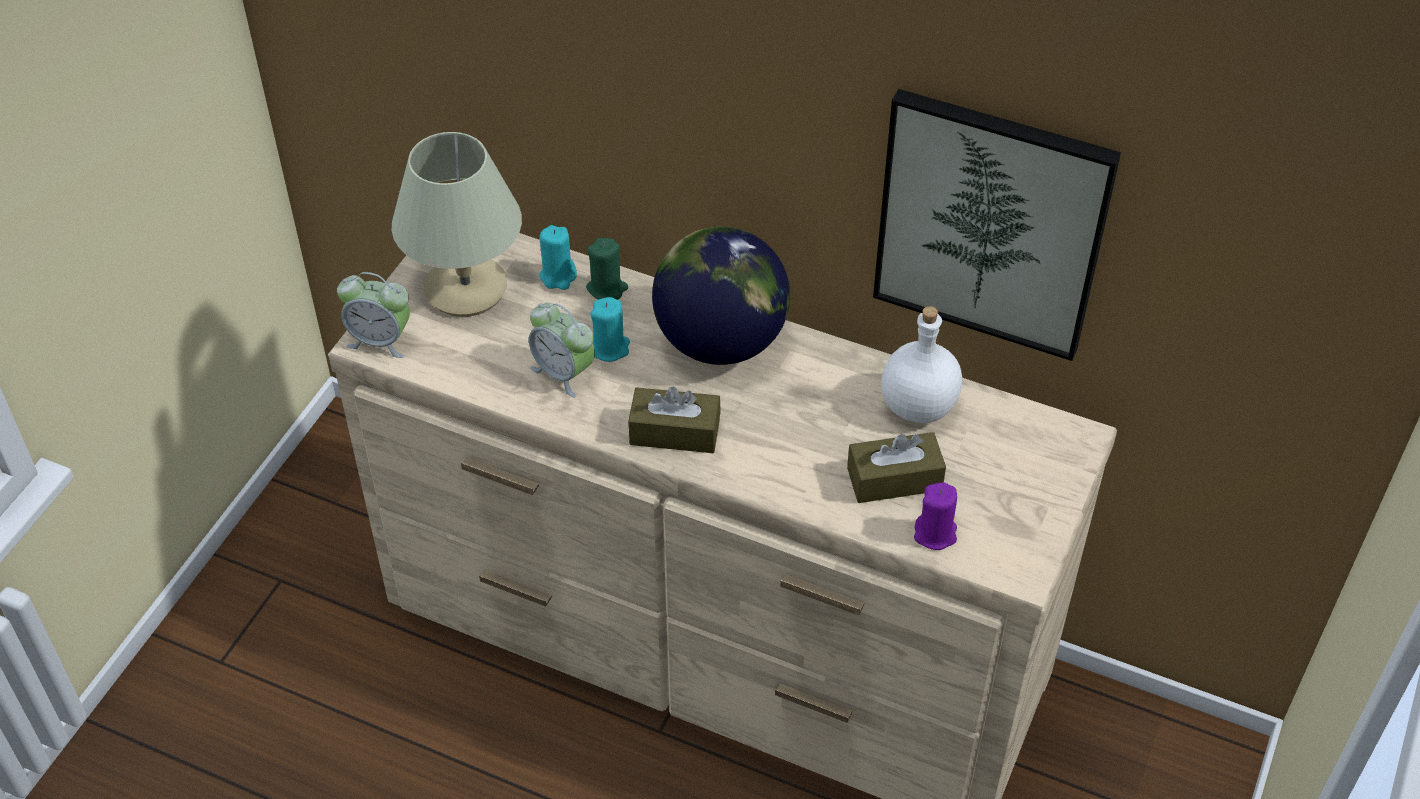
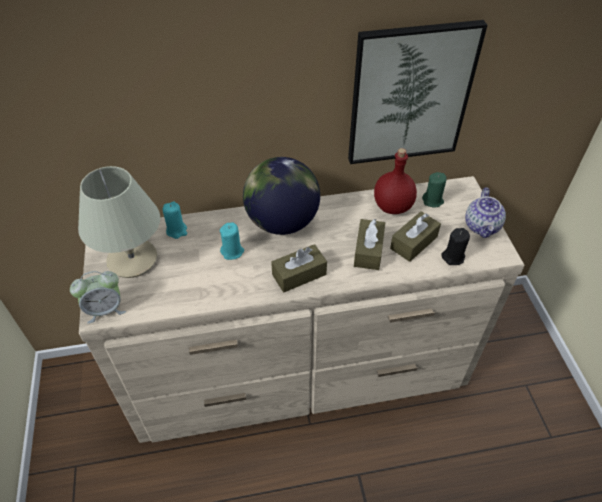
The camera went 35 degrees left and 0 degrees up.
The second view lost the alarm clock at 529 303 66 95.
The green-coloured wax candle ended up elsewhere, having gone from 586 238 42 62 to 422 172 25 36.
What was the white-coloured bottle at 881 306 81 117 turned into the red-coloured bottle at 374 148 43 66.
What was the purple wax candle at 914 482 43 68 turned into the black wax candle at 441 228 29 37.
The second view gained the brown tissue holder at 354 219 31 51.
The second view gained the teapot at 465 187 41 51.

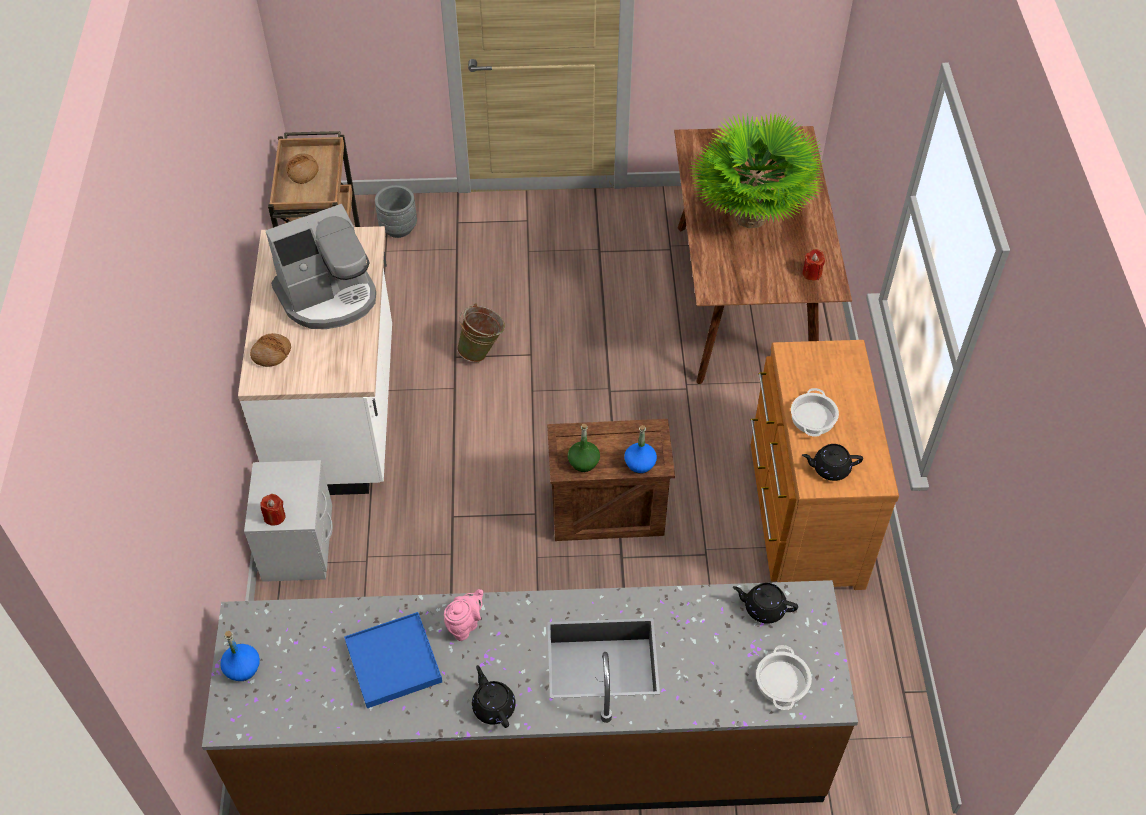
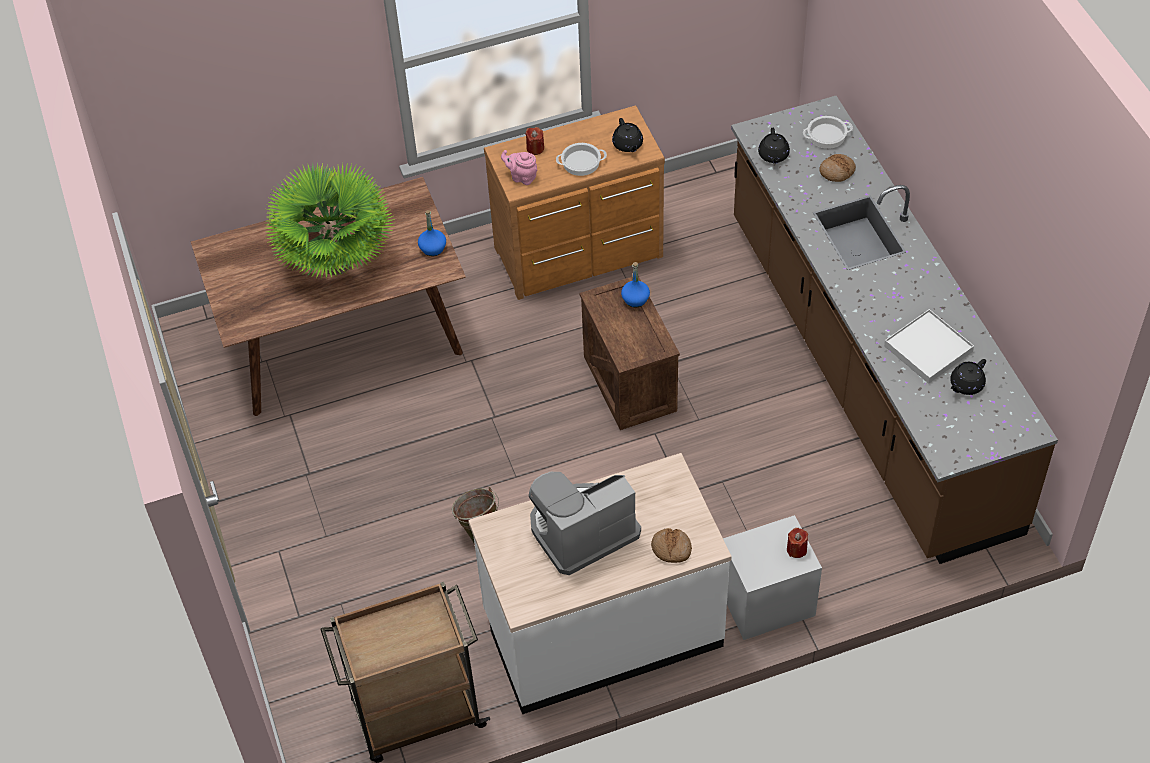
The camera went 105 degrees left and 0 degrees up.
The bluish bottle ended up elsewhere, having gone from 220 631 40 50 to 418 210 28 46.
The coffee maker at 265 204 111 125 ended up facing another way, 75 degrees counterclockwise from before.
The bread ended up elsewhere, having gone from 286 153 33 31 to 819 154 37 28.
What was the bluish serving tray at 344 612 98 96 turned into the white-coloured serving tray at 884 309 90 75.
The second view lost the greyish planter at 375 185 42 53.
The pink-coloured teapot ended up elsewhere, having gone from 444 589 39 52 to 501 150 37 35.
The black teapot ended up elsewhere, having gone from 472 665 44 63 to 950 359 36 36.
The second view lost the green-coloured bottle at 568 424 32 48.
The red-coloured wax candle ended up elsewhere, having gone from 803 249 22 32 to 525 127 19 28.

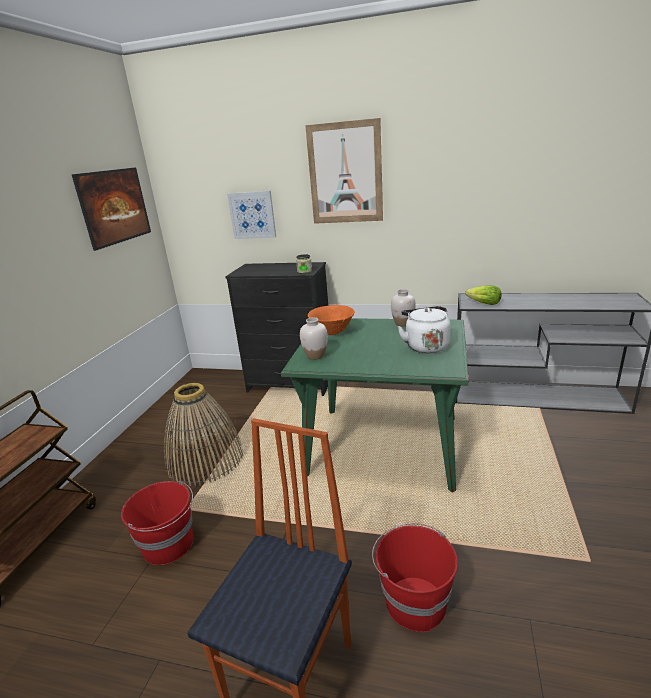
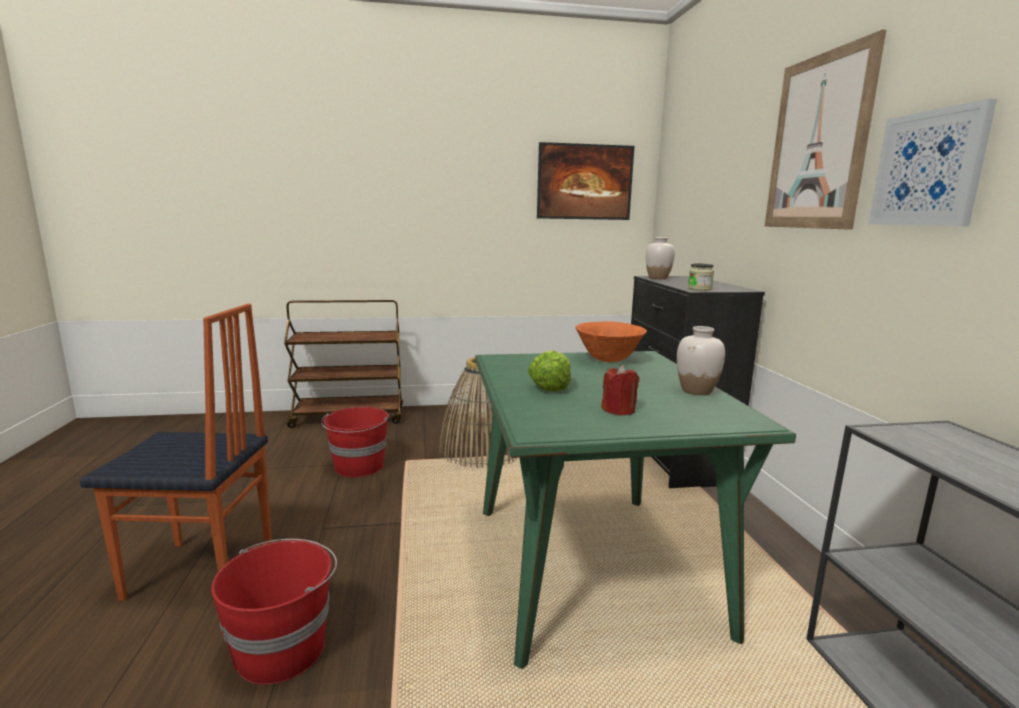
The camera went 65 degrees right and 10 degrees down.
The wall art ended up elsewhere, having gone from 227 191 49 48 to 869 99 128 127.
The white-coloured flower vase ended up elsewhere, having gone from 300 317 28 43 to 646 237 29 42.
Where the white-coloured kettle stood at 397 306 53 47, the red-coloured wax candle came to stand at 601 365 38 51.
The lettuce head ended up elsewhere, having gone from 465 285 37 20 to 528 351 43 41.

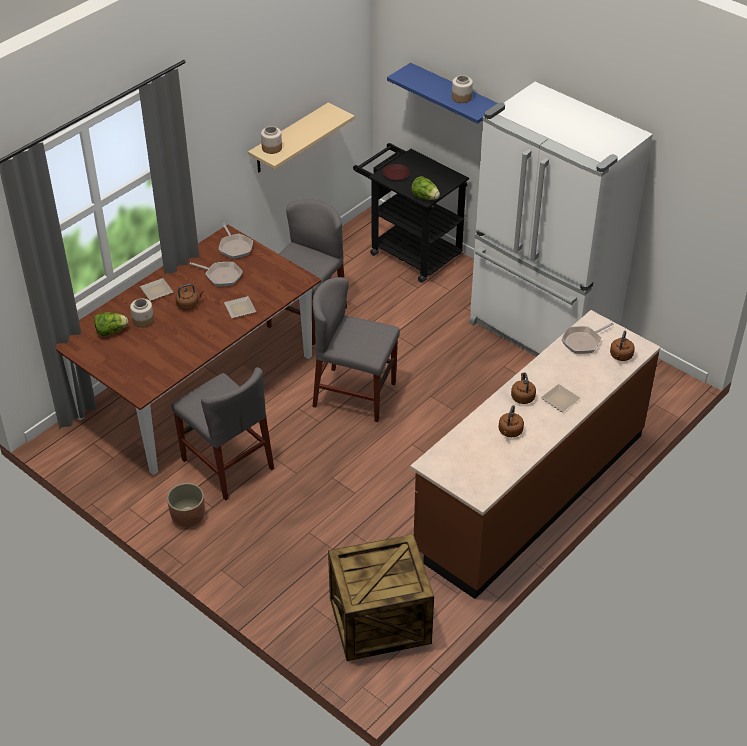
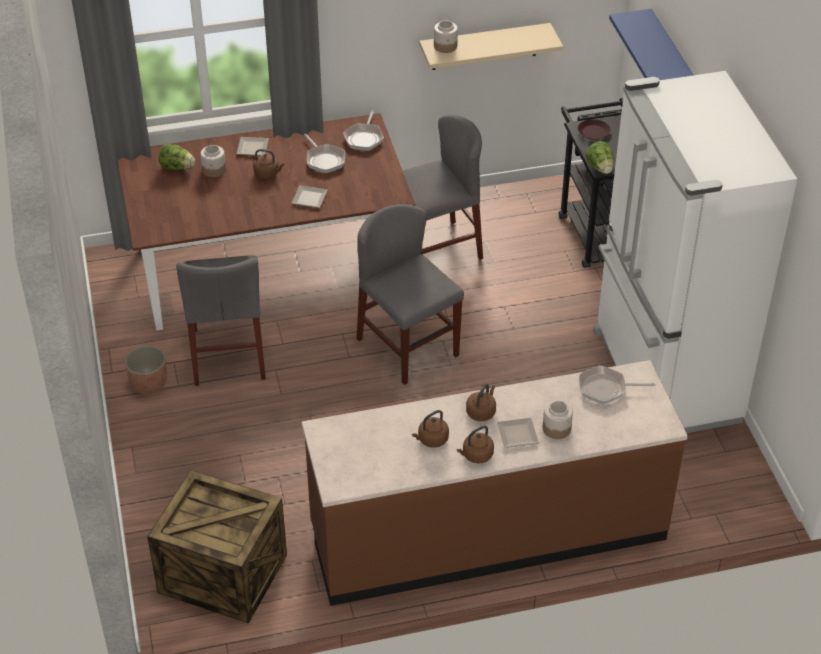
The camera went 35 degrees right and 0 degrees up.
The storage jar ended up elsewhere, having gone from 452 75 21 28 to 543 400 30 39.
The brown kettle ended up elsewhere, having gone from 610 330 25 31 to 457 426 37 37.

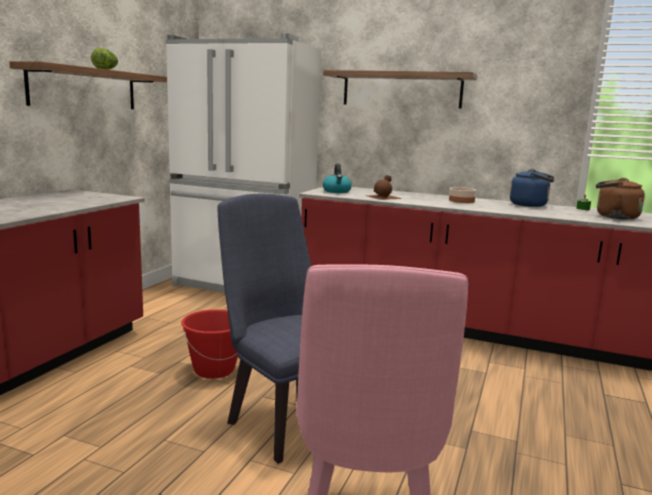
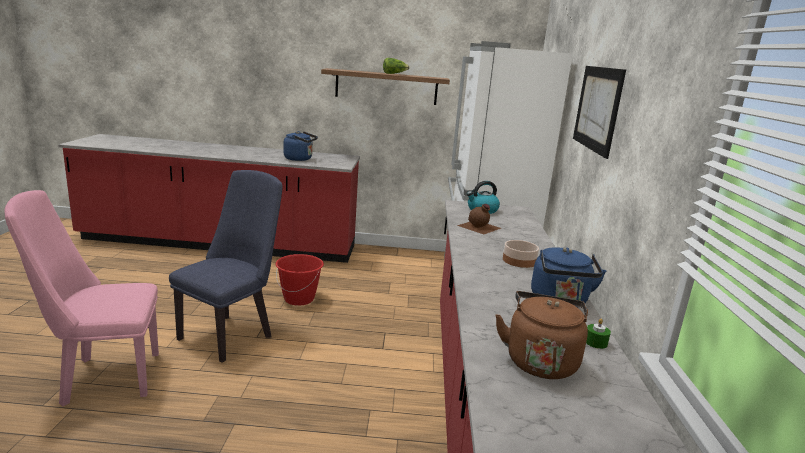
The camera went 70 degrees right and 5 degrees up.
Where the bracket shelf hung at 323 70 154 39, the wall art came to hang at 573 66 53 93.
The second view gained the bluish kettle at 283 131 35 30.

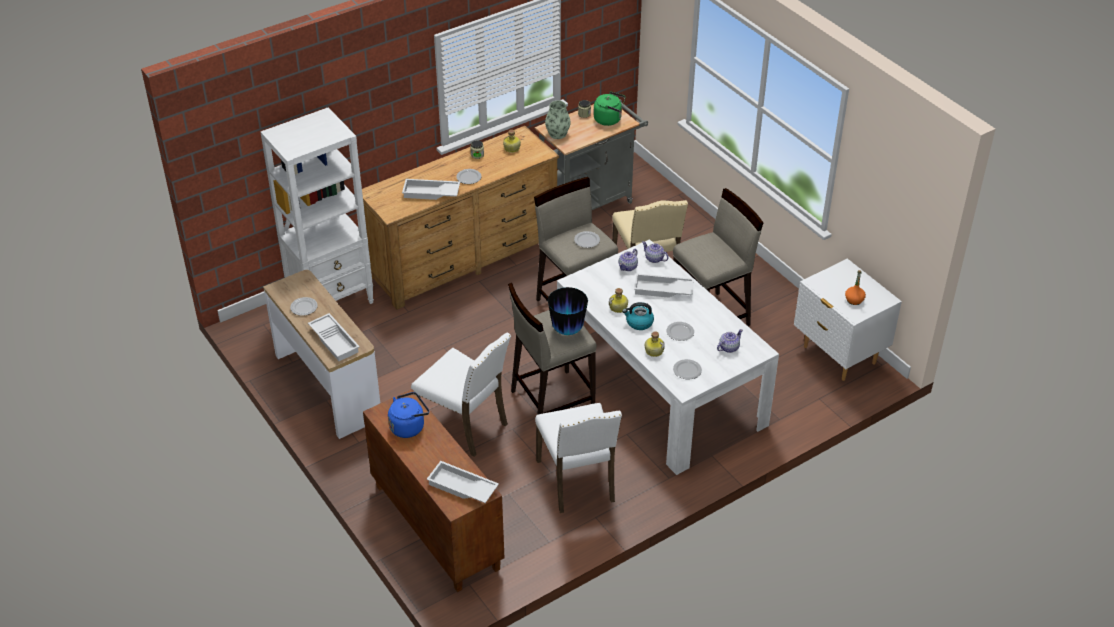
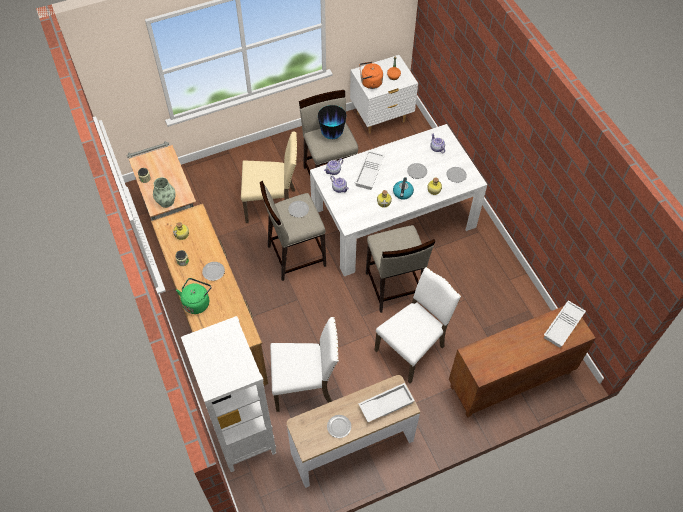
The camera went 80 degrees left and 15 degrees up.
The second view lost the bluish kettle at 388 392 41 46.
The second view lost the white-coloured serving tray at 402 179 58 21.
The white-coloured plain chair ended up elsewhere, having gone from 535 403 87 110 to 270 317 69 95.
The flower vase ended up elsewhere, having gone from 548 287 40 48 to 318 105 28 34.
The green-coloured kettle ended up elsewhere, having gone from 594 92 31 34 to 176 278 35 36.
The second view gained the orangey kettle at 359 62 24 27.

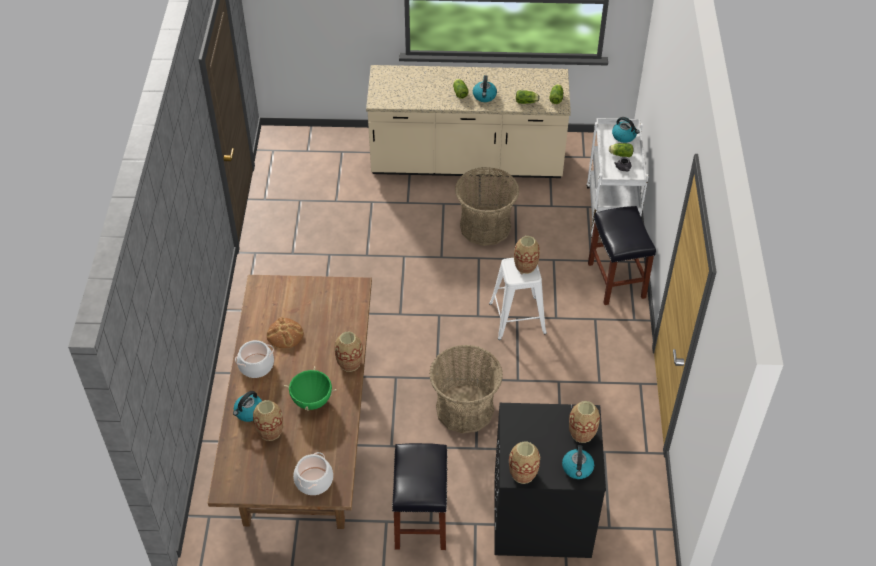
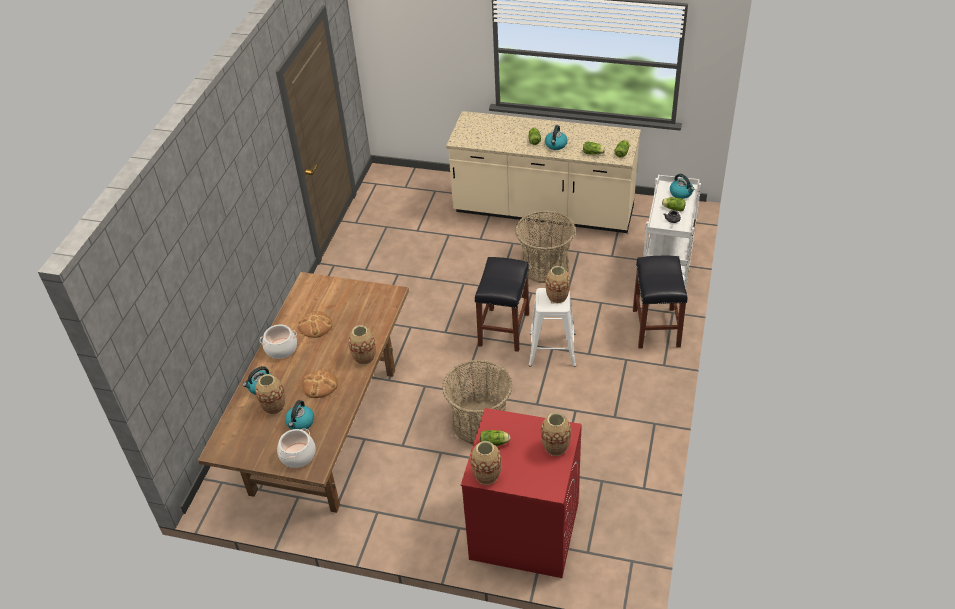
The camera went 15 degrees right and 5 degrees down.
Where the green-coloured cooking pot stood at 284 366 53 45, the bread came to stand at 302 369 36 29.
The black stool seat ended up elsewhere, having gone from 392 443 56 107 to 475 257 54 95.
What was the black laundry appliance at 495 403 111 155 turned into the red-coloured laundry appliance at 461 408 121 170.
The kettle ended up elsewhere, having gone from 562 445 32 34 to 285 400 29 30.
The second view gained the lettuce head at 480 430 30 16.

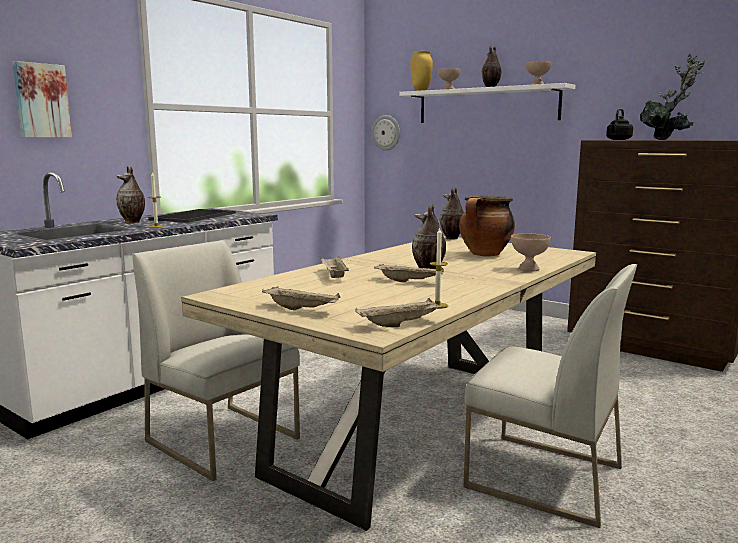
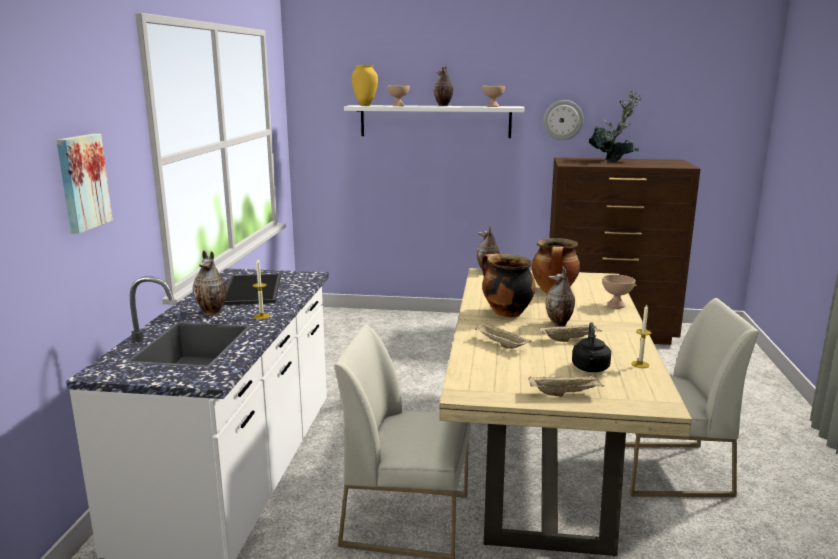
The camera went 30 degrees left and 5 degrees up.
The second view lost the beige-coloured serving tray at 355 298 92 29.
The wall clock ended up elsewhere, having gone from 372 115 28 36 to 543 100 41 40.
The black kettle ended up elsewhere, having gone from 606 109 27 31 to 572 322 39 50.
The second view gained the cooking pot at 482 254 54 63.

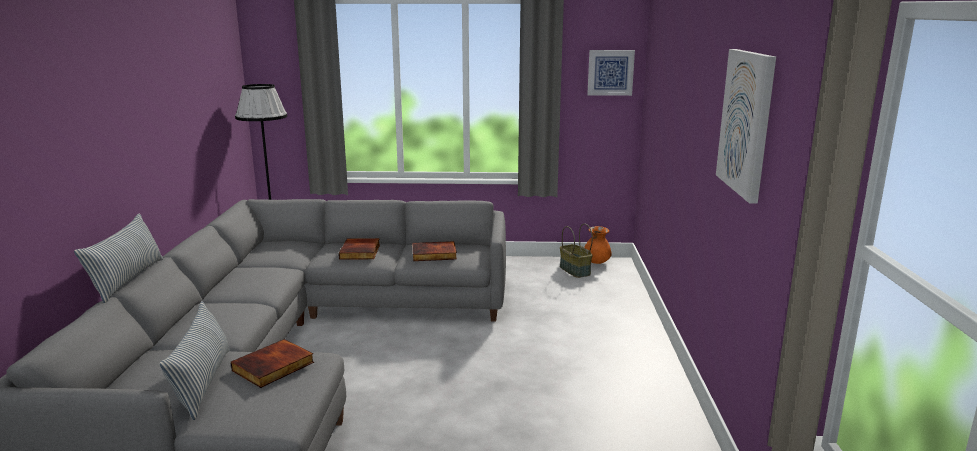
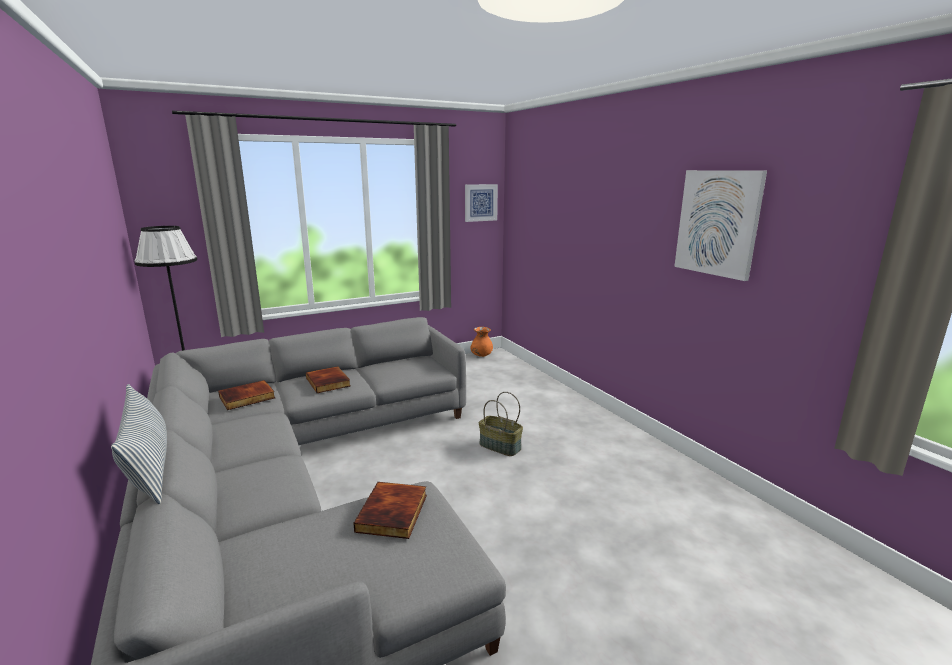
The camera went 30 degrees left and 0 degrees up.
The second view lost the throw pillow at 159 301 71 119.
The volume ended up elsewhere, having gone from 412 241 45 20 to 218 380 57 30.
The household basket ended up elsewhere, having gone from 560 223 33 55 to 479 392 44 64.

